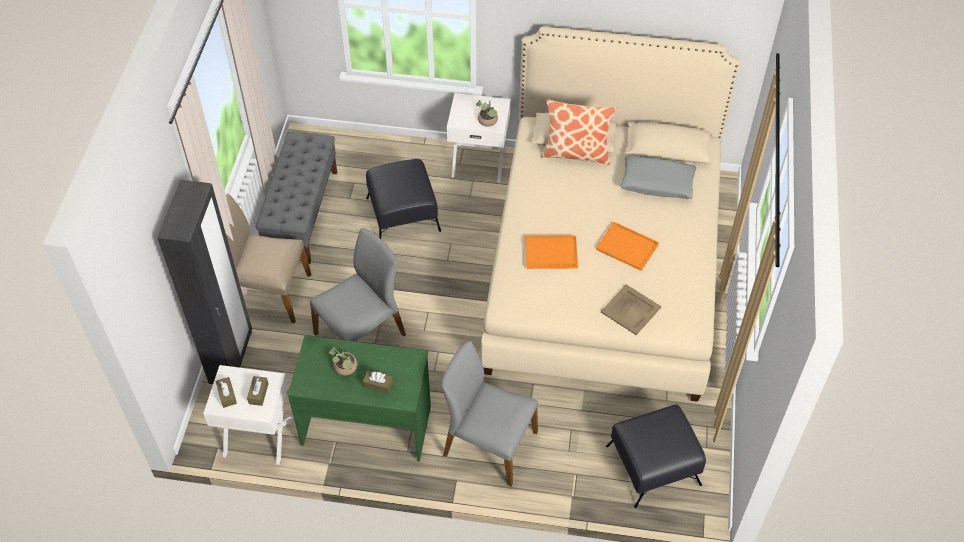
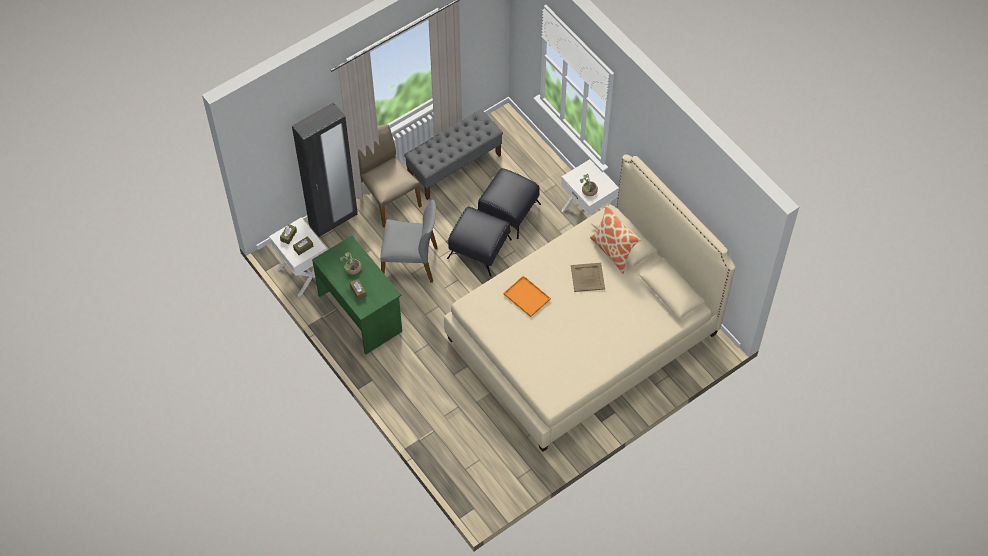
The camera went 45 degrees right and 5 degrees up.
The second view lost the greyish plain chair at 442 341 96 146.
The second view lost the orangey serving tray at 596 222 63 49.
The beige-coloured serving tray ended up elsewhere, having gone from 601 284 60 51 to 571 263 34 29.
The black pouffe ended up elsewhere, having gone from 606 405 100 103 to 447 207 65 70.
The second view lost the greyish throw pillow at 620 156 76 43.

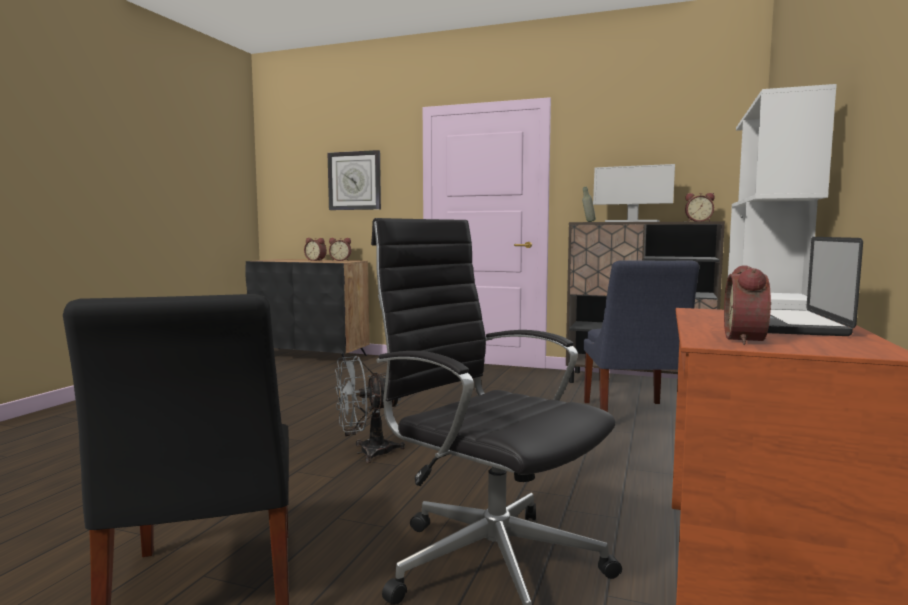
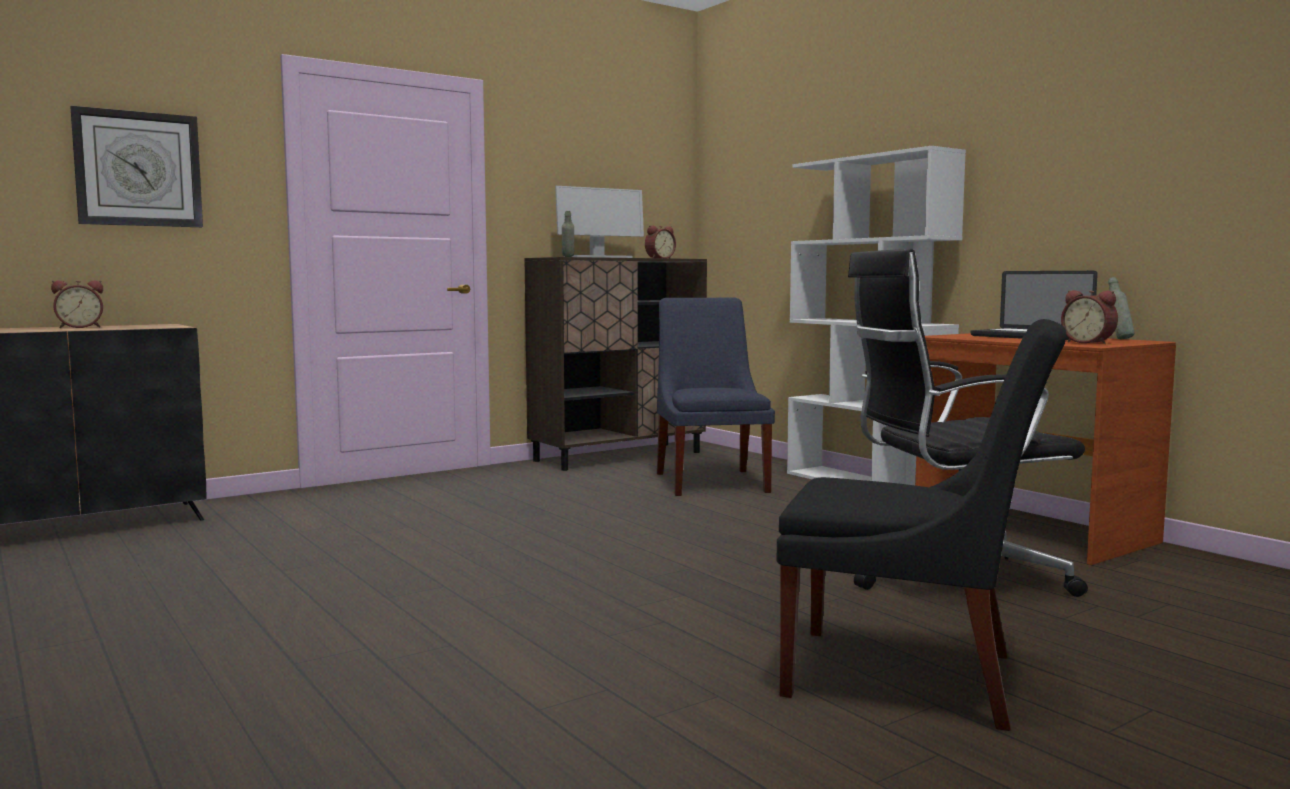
The camera went 55 degrees left and 0 degrees up.
The second view lost the alarm clock at 329 238 22 23.
The second view lost the greyish fan at 335 356 70 107.
The bluish plain chair at 583 261 116 151 ended up facing another way, 135 degrees counterclockwise from before.
The second view gained the greyish bottle at 1108 277 26 62.

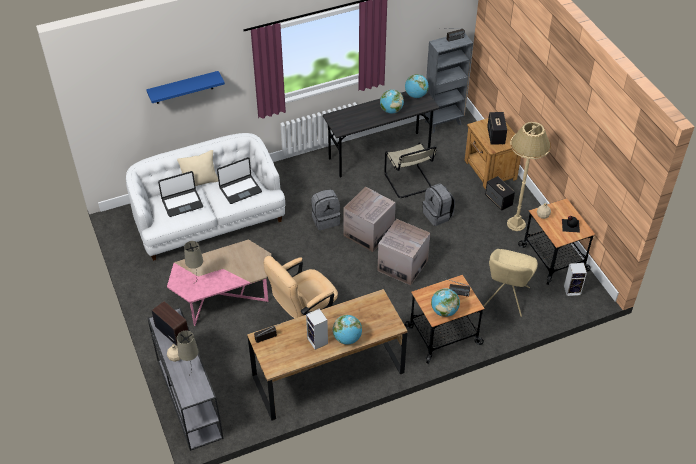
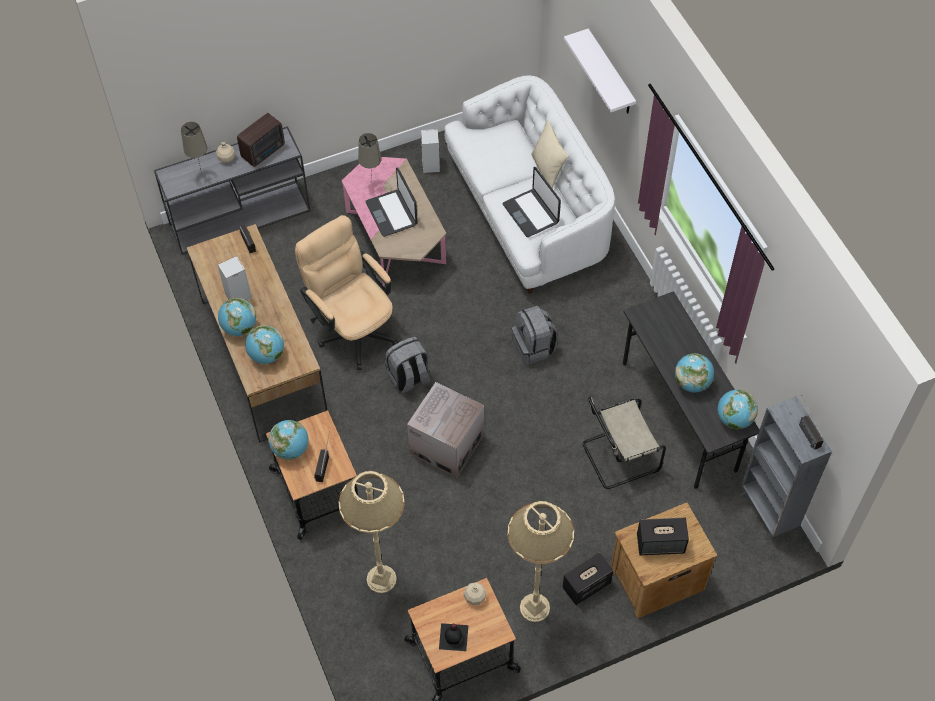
The camera went 90 degrees right and 10 degrees up.
What was the bluish bracket shelf at 146 71 79 33 turned into the white-coloured bracket shelf at 564 28 72 85.
The laptop ended up elsewhere, having gone from 158 171 45 46 to 365 168 53 69.
The second view lost the packing box at 343 187 53 65.
The greyish backpack ended up elsewhere, having gone from 423 183 32 43 to 385 337 46 57.
Where the beige-coloured plain chair stood at 483 249 55 68, the beige-coloured standard lamp came to stand at 339 471 66 122.
The loudspeaker ended up elsewhere, having gone from 564 263 23 33 to 421 129 19 44.
The second view gained the desk globe at 245 325 39 39.

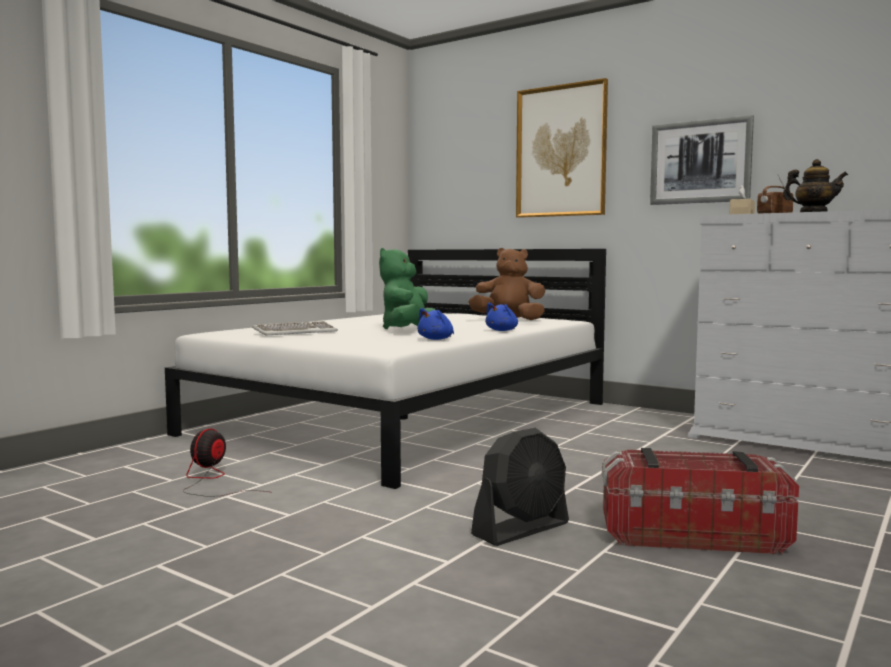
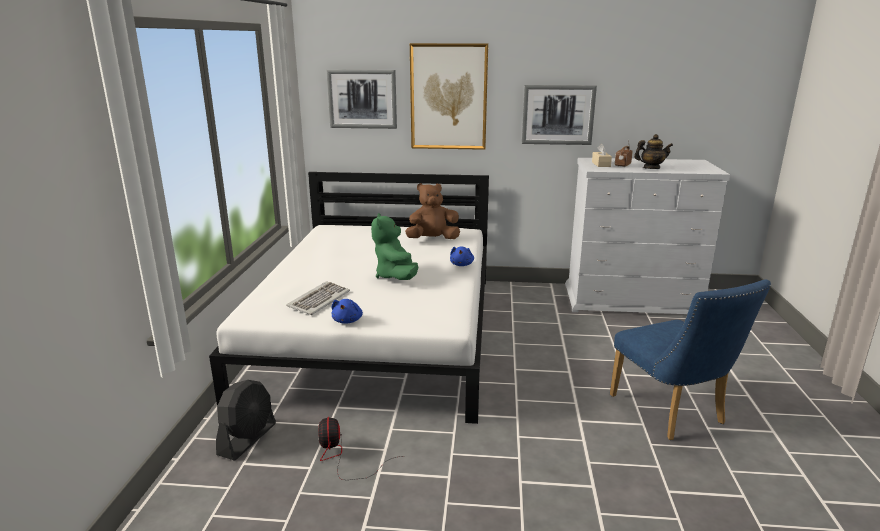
The camera went 30 degrees left and 15 degrees up.
The bluish cuddly toy ended up elsewhere, having gone from 417 308 37 32 to 332 299 31 25.
The black fan ended up elsewhere, having gone from 471 428 98 118 to 216 380 60 81.
Where the storage bin stood at 602 448 197 106, the bluish plain chair came to stand at 610 279 161 161.
The second view gained the wall art at 326 70 71 59.

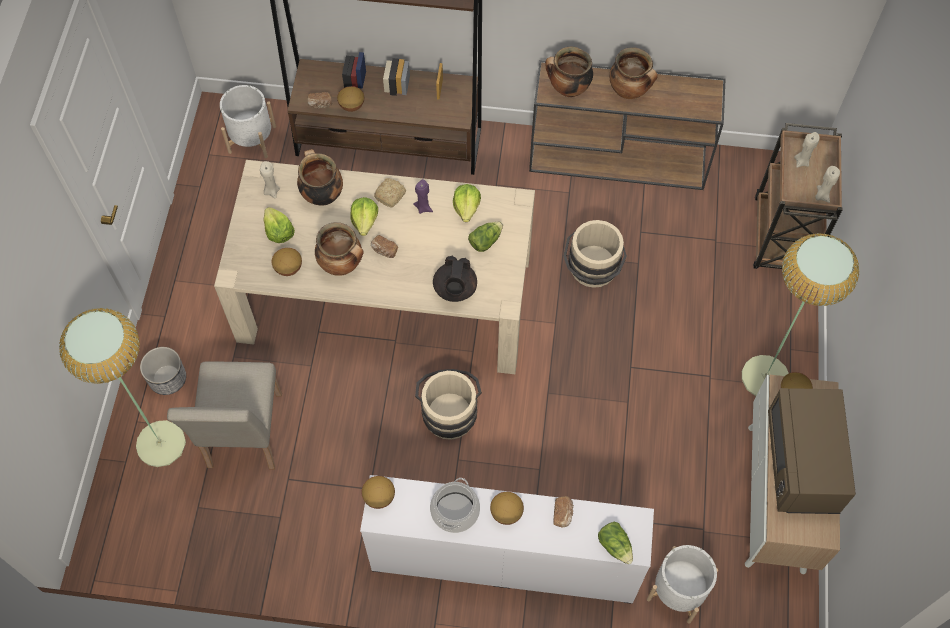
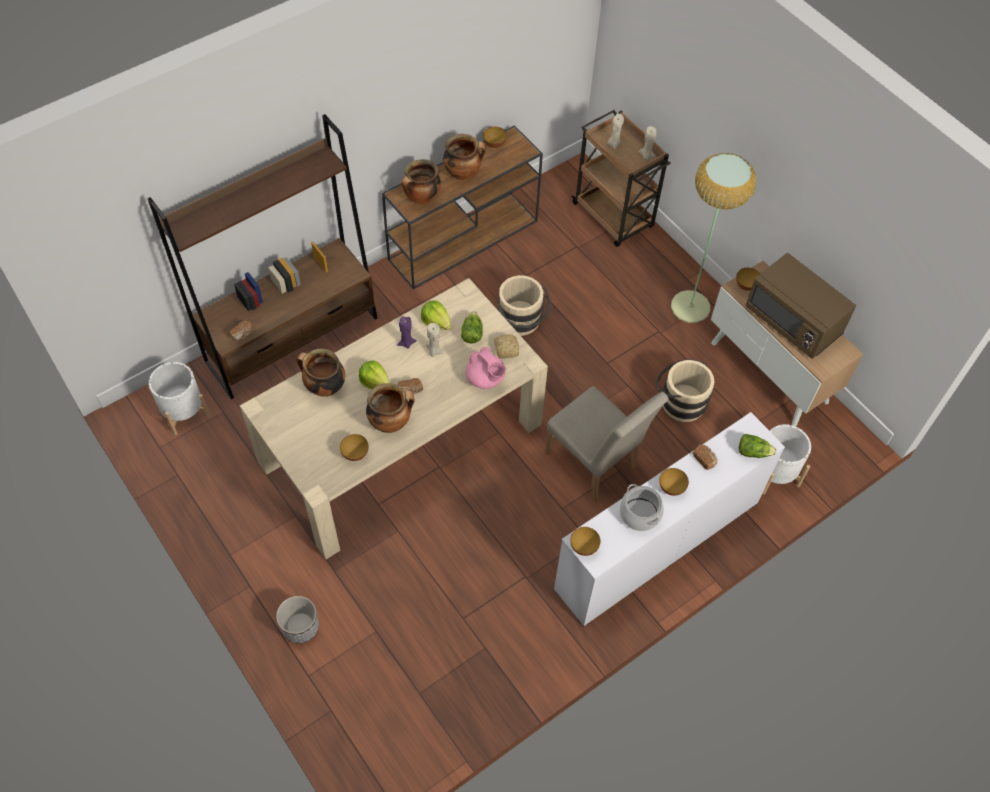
The camera went 45 degrees left and 5 degrees down.
The second view lost the standard lamp at 59 308 127 159.
The beige-coloured plain chair ended up elsewhere, having gone from 167 361 115 108 to 545 386 124 115.
The beige-coloured wax candle ended up elsewhere, having gone from 260 161 20 38 to 426 323 17 34.
The second view lost the lettuce head at 264 207 31 36.
The serving bowl ended up elsewhere, having gone from 337 86 27 26 to 483 127 24 21.
The bread ended up elsewhere, having gone from 374 178 32 29 to 494 334 25 25.
The beige-coloured water bucket ended up elsewhere, having gone from 415 369 67 71 to 656 359 59 63.
What was the black teapot at 433 256 44 46 turned into the pink-coloured teapot at 466 347 40 42.

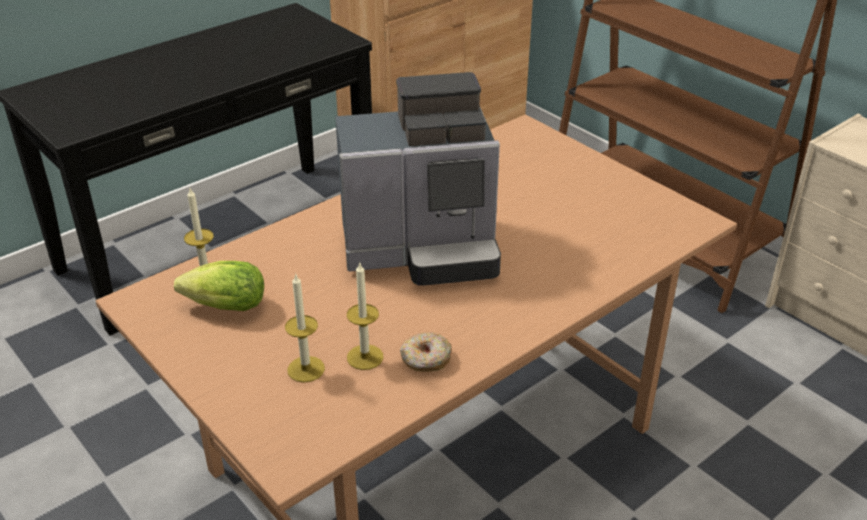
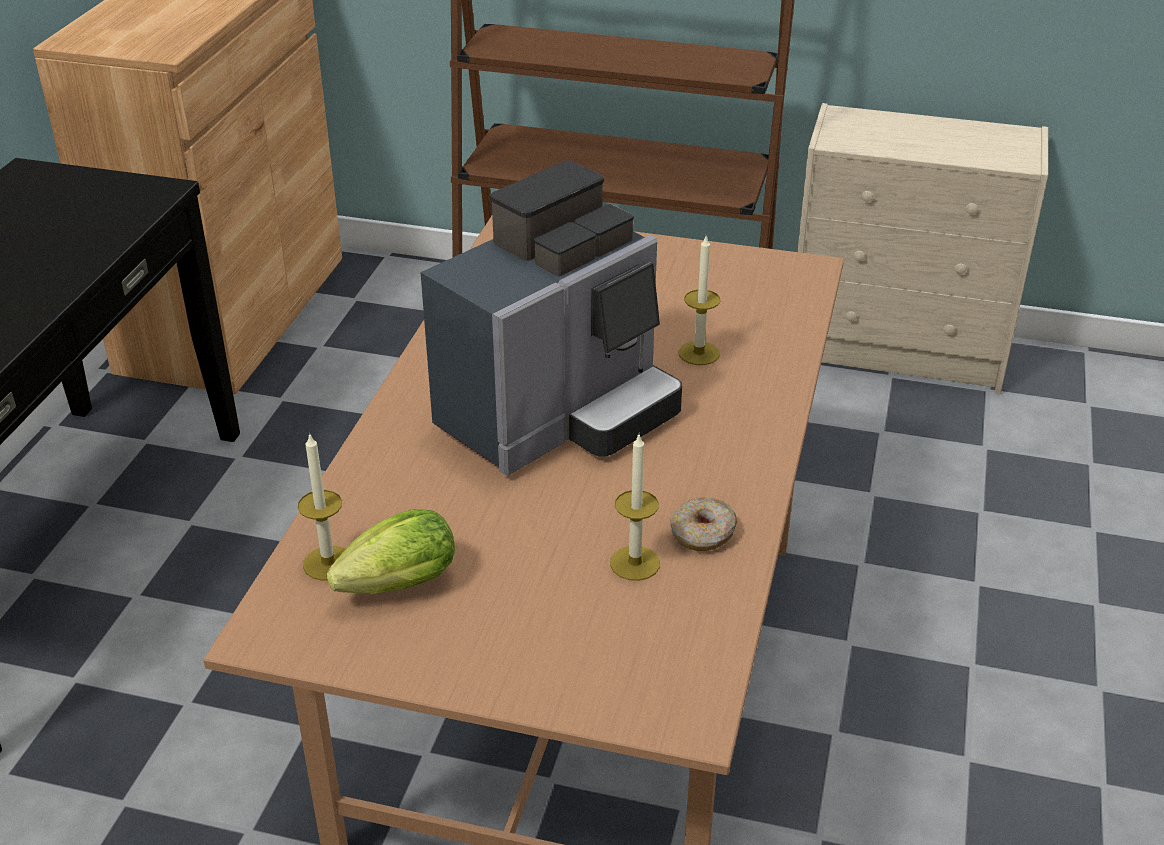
The camera went 35 degrees left and 0 degrees up.
The wax candle ended up elsewhere, having gone from 285 273 40 110 to 678 236 43 129.

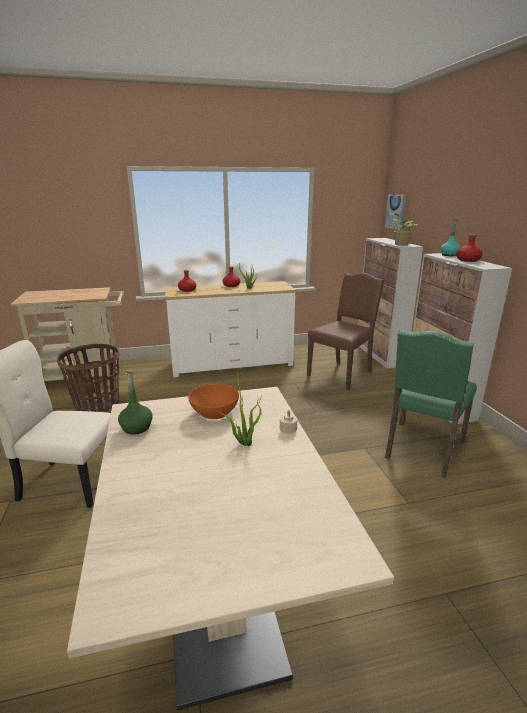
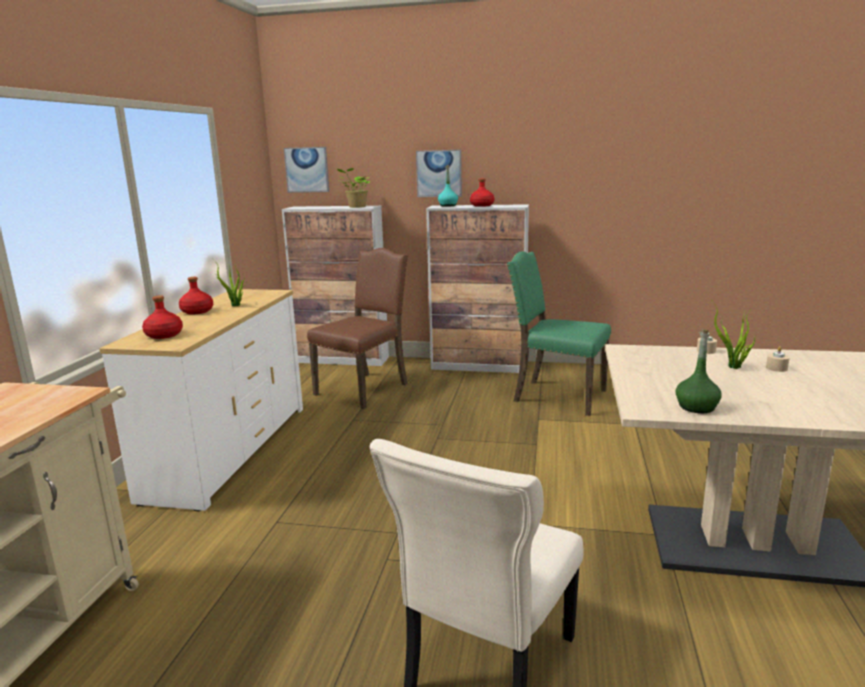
The camera went 65 degrees left and 5 degrees down.
The second view lost the household basket at 57 343 62 69.
The second view lost the orangey serving bowl at 188 384 51 35.
The brown plain chair at 307 273 78 117 ended up facing another way, 60 degrees clockwise from before.
The green-coloured plain chair at 385 330 92 148 ended up facing another way, 150 degrees clockwise from before.
The second view gained the wall art at 416 150 46 47.
The second view gained the beige-coloured wax candle at 766 346 24 26.

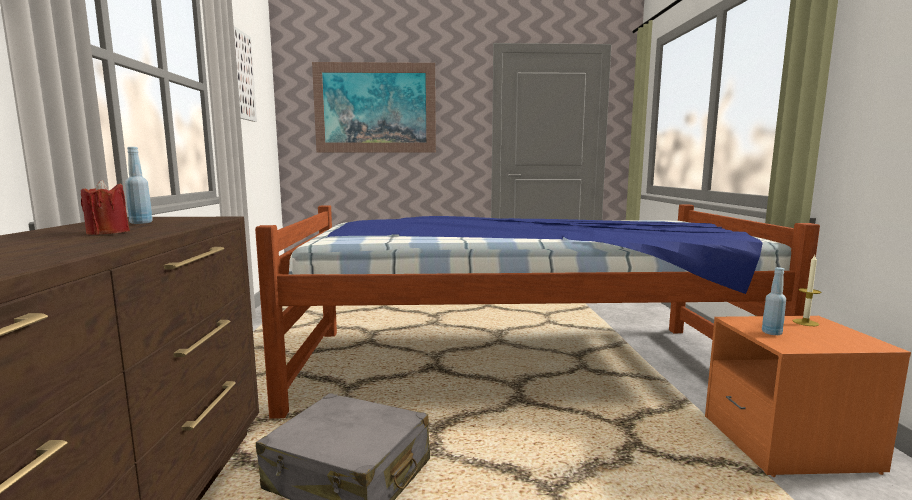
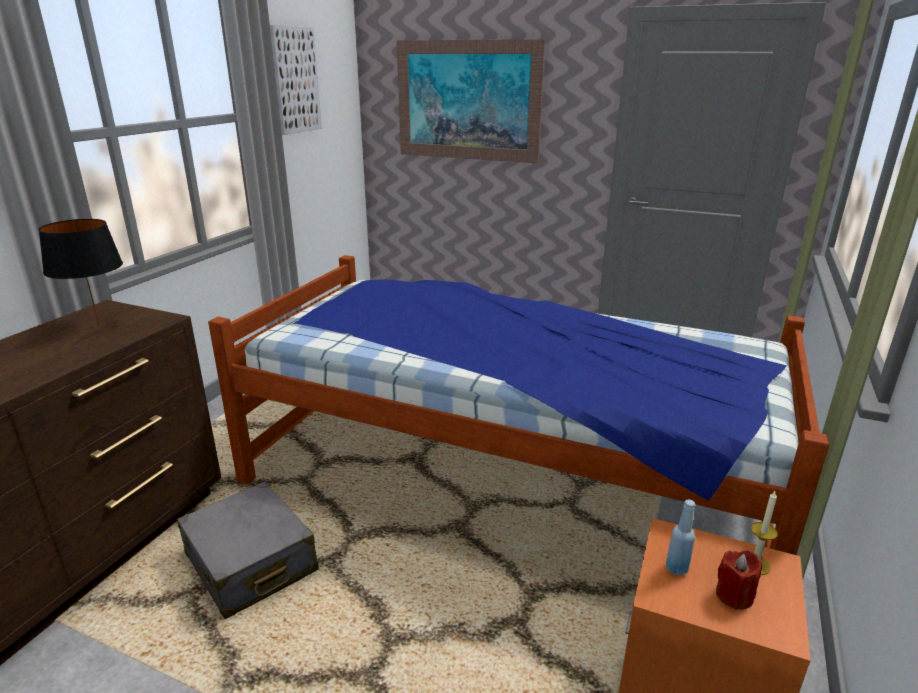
The camera went 25 degrees right and 15 degrees up.
The red-coloured wax candle ended up elsewhere, having gone from 81 180 49 55 to 716 551 46 59.
Where the bluish bottle stood at 125 147 28 77, the black table lamp came to stand at 38 219 85 107.

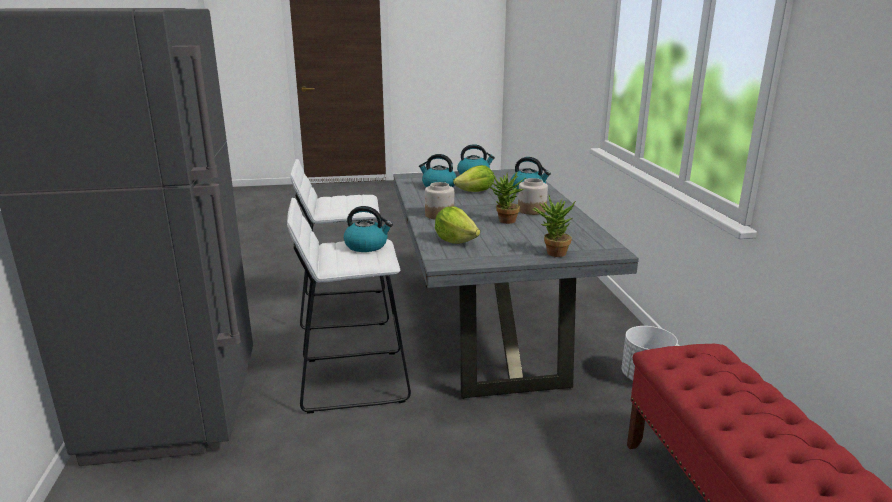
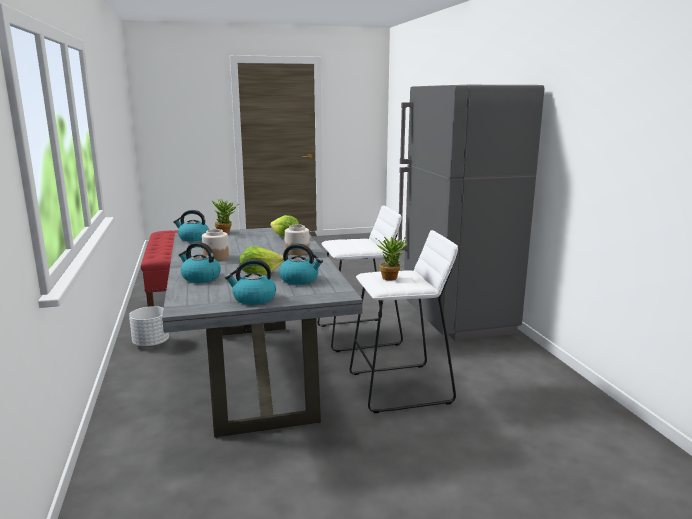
The camera went 175 degrees right and 5 degrees down.
The kettle ended up elsewhere, having gone from 343 206 50 46 to 173 210 36 32.
The plant in a pot ended up elsewhere, having gone from 488 173 38 51 to 375 237 32 43.

